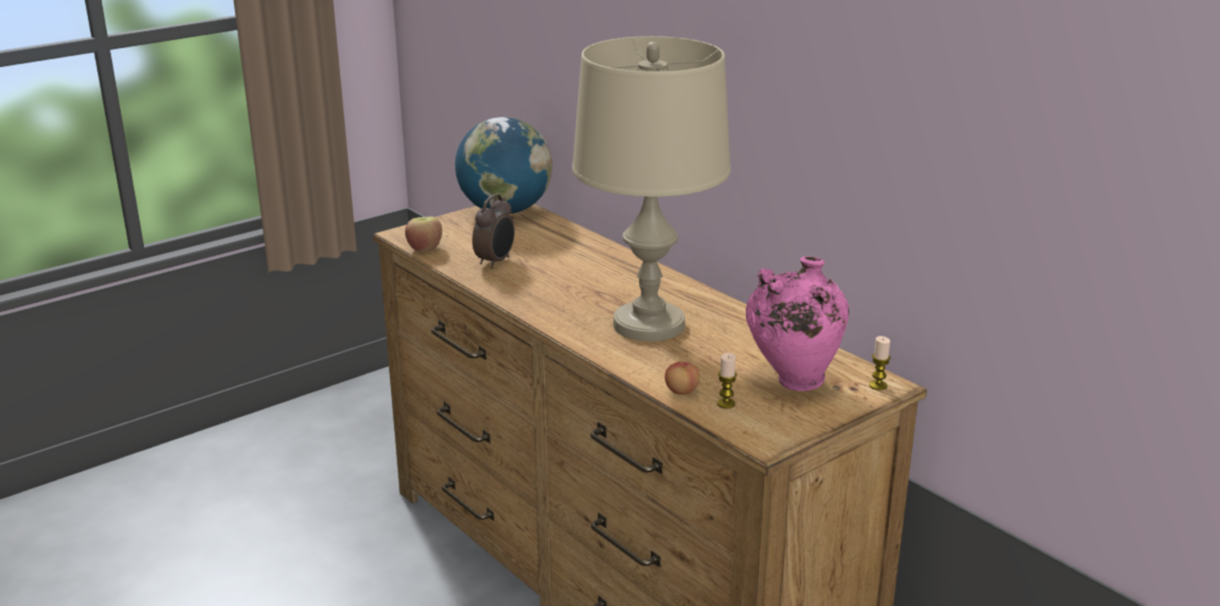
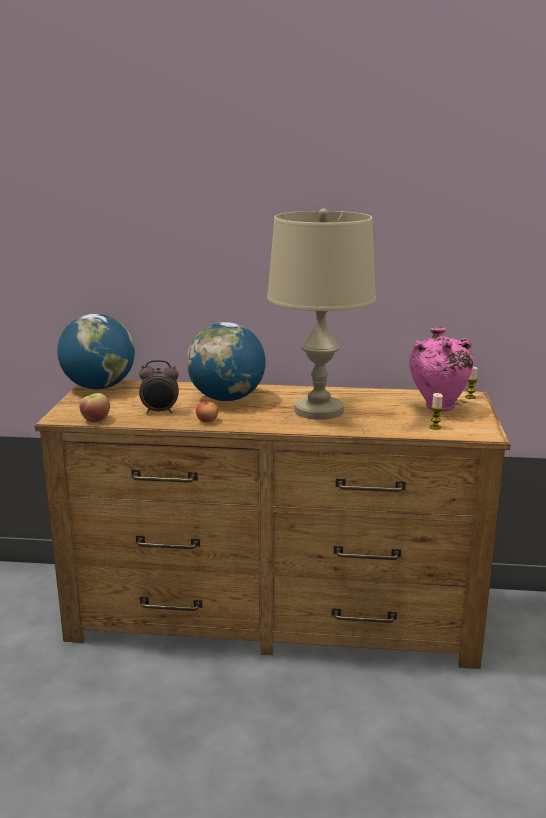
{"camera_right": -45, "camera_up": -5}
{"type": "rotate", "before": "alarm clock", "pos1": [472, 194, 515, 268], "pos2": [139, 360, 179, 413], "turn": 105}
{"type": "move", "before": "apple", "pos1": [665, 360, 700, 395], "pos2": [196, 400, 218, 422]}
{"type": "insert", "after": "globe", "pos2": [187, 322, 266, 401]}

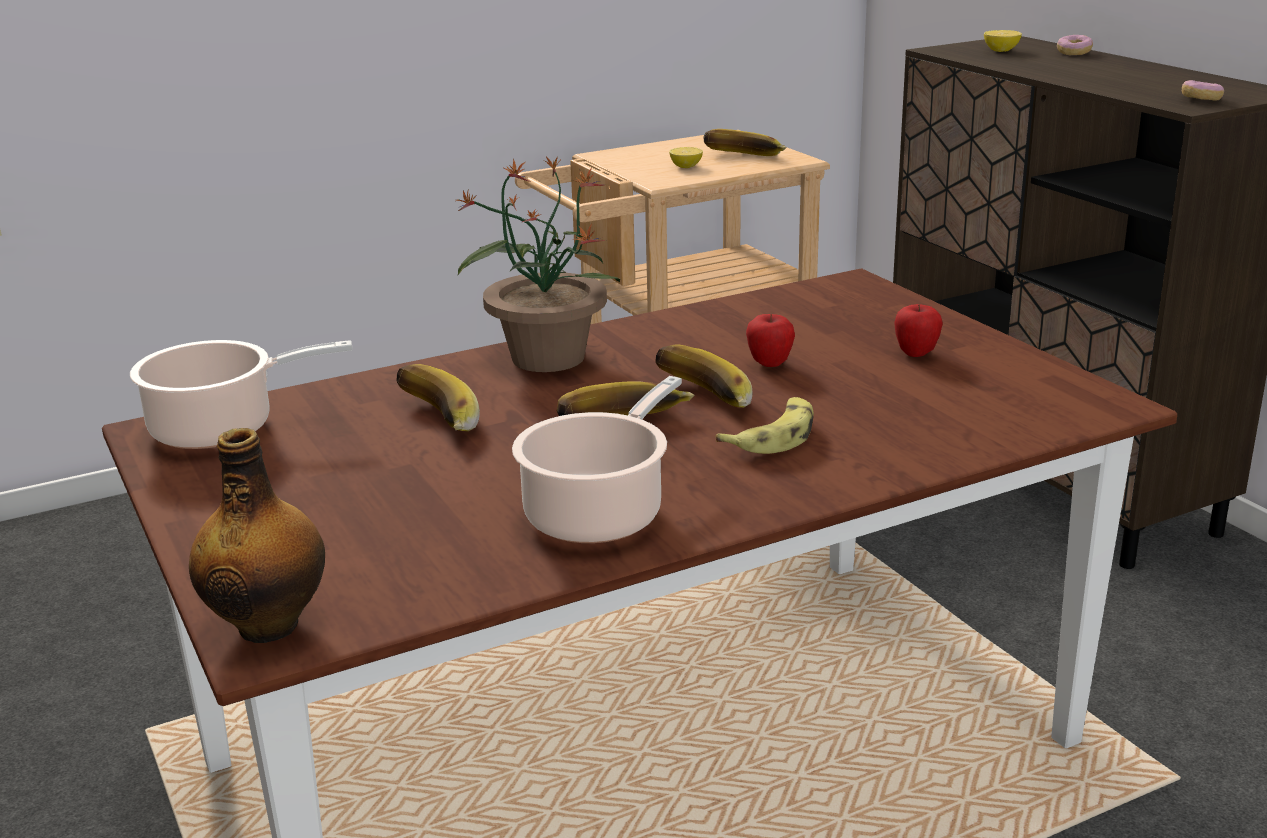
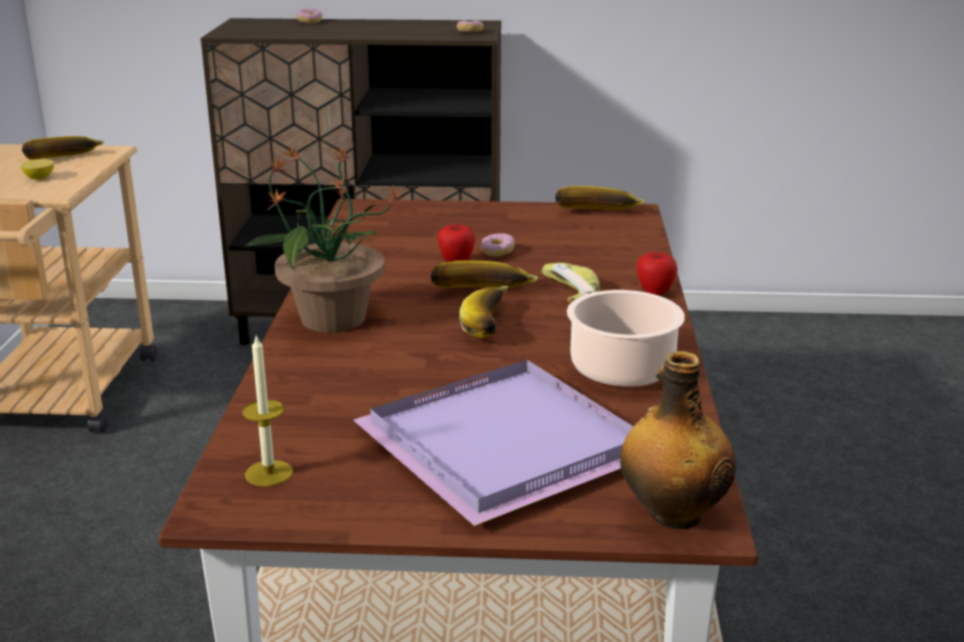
{"camera_right": -60, "camera_up": 0}
{"type": "replace", "before": "cooking pot", "after": "candle", "pos1": [130, 340, 353, 449], "pos2": [242, 334, 293, 487]}
{"type": "move", "before": "banana", "pos1": [396, 364, 480, 431], "pos2": [555, 186, 645, 210]}
{"type": "move", "before": "apple", "pos1": [894, 304, 943, 357], "pos2": [636, 252, 678, 296]}
{"type": "delete", "before": "lemon", "pos1": [984, 30, 1022, 52]}
{"type": "insert", "after": "tray (purple)", "pos2": [353, 360, 633, 526]}
{"type": "insert", "after": "donut", "pos2": [481, 233, 515, 257]}

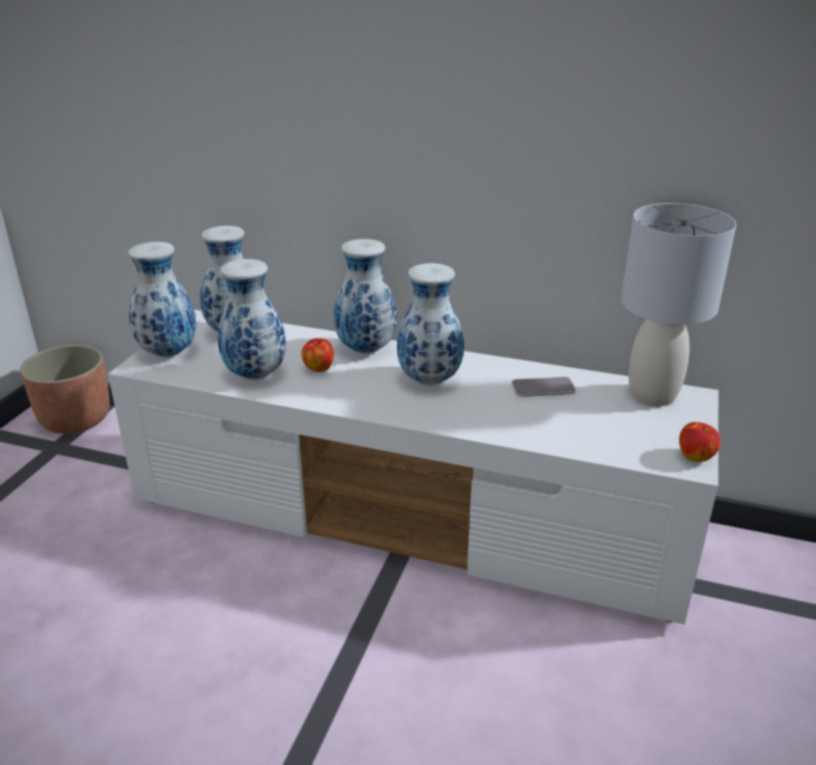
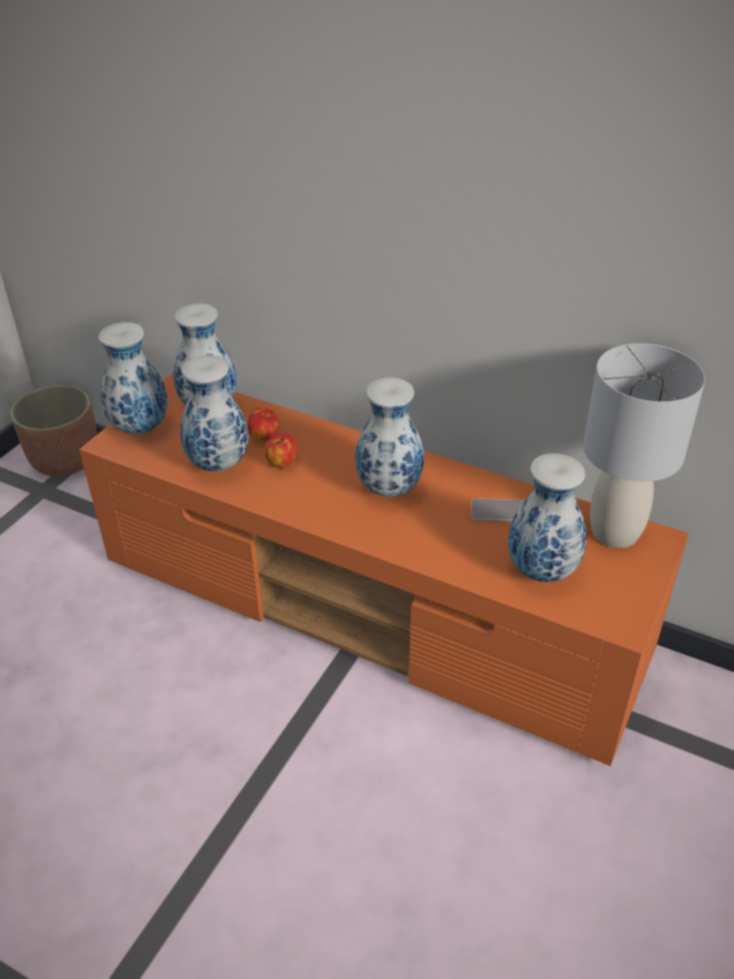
{"camera_right": 10, "camera_up": 10}
{"type": "recolor", "before": "tv stand (white)", "after": "tv stand (orange)", "pos1": [108, 310, 718, 624], "pos2": [79, 373, 689, 766]}
{"type": "move", "before": "vase", "pos1": [334, 239, 397, 354], "pos2": [508, 453, 587, 582]}
{"type": "move", "before": "apple", "pos1": [679, 422, 721, 462], "pos2": [247, 408, 279, 441]}

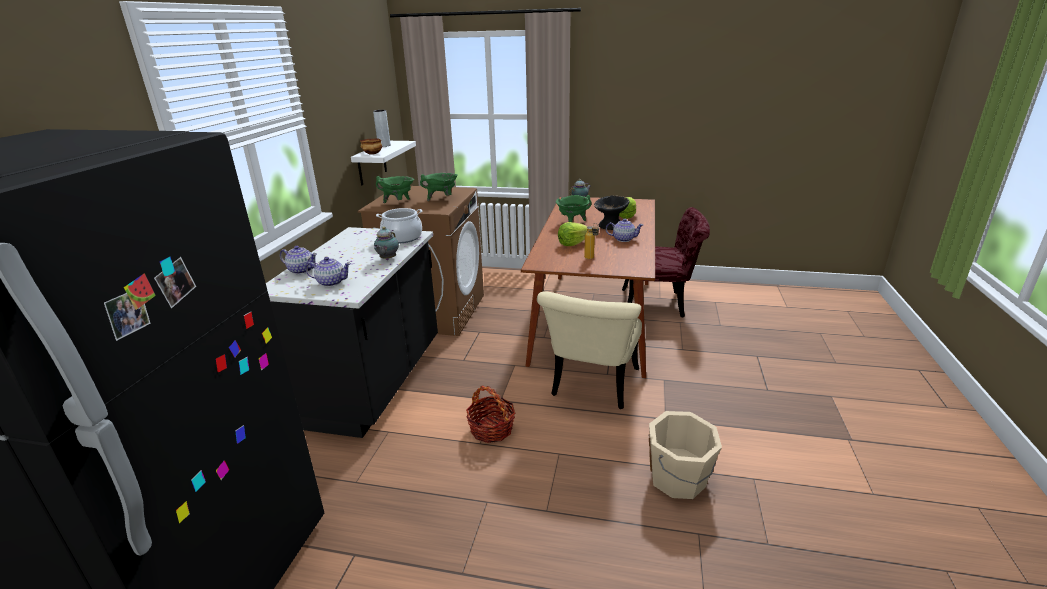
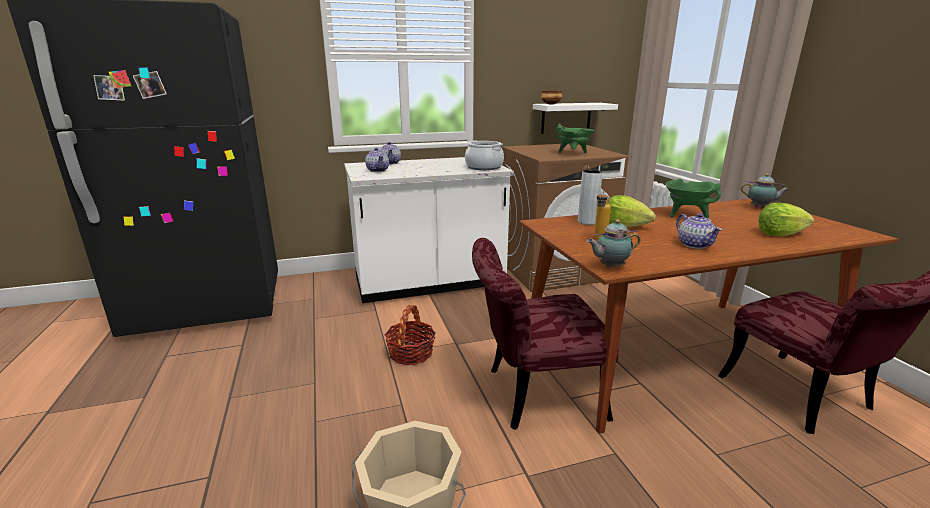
{"camera_right": 60, "camera_up": -5}
{"type": "recolor", "before": "counter (black)", "after": "counter (white)", "pos1": [266, 227, 438, 438], "pos2": [344, 157, 514, 303]}
{"type": "move", "before": "vase (grey)", "pos1": [373, 110, 391, 147], "pos2": [578, 169, 603, 225]}
{"type": "move", "before": "teapot", "pos1": [374, 227, 399, 260], "pos2": [587, 220, 641, 268]}
{"type": "delete", "before": "cooking pot (green)", "pos1": [376, 176, 414, 203]}
{"type": "recolor", "before": "chair (beige)", "after": "chair (red)", "pos1": [537, 291, 642, 409], "pos2": [472, 238, 619, 430]}
{"type": "delete", "before": "bowl (black)", "pos1": [594, 195, 630, 230]}

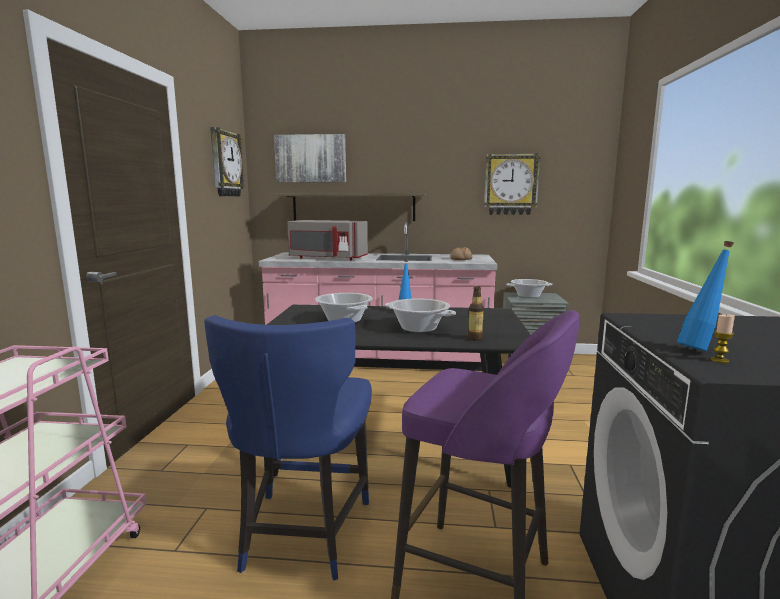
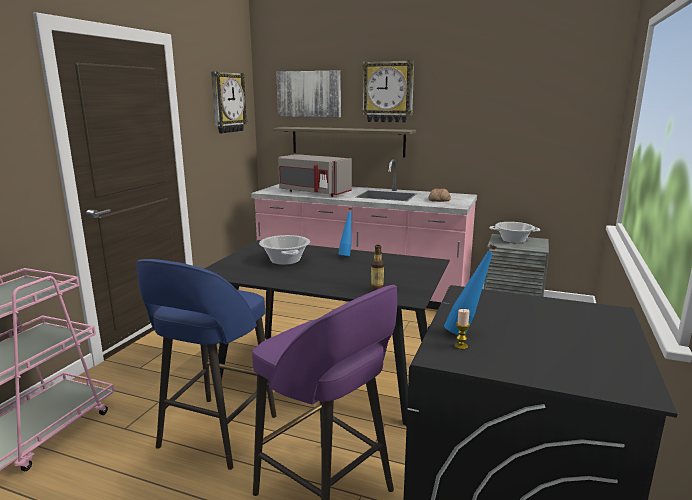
{"camera_right": 15, "camera_up": 5}
{"type": "replace", "before": "chair (blue)", "after": "stool (blue)", "pos1": [204, 315, 372, 580], "pos2": [136, 259, 277, 470]}
{"type": "delete", "before": "cooking pot", "pos1": [385, 298, 456, 333]}
{"type": "move", "before": "wall clock", "pos1": [484, 153, 541, 215], "pos2": [362, 60, 414, 123]}

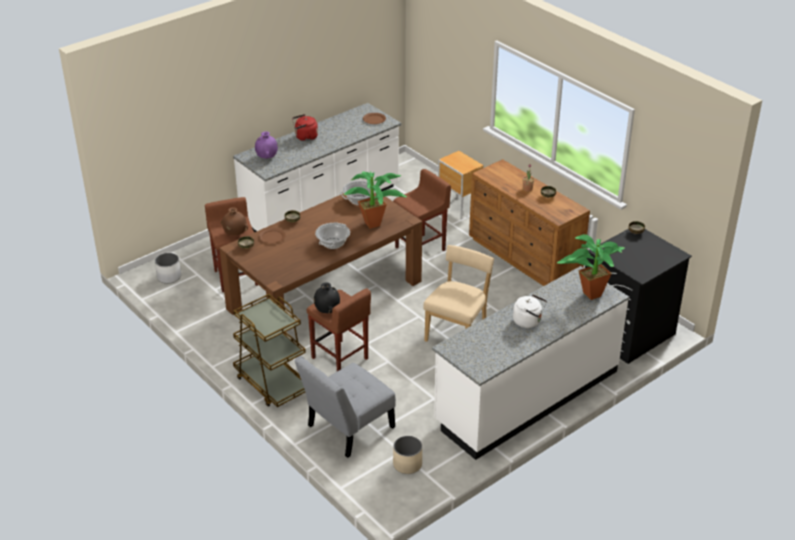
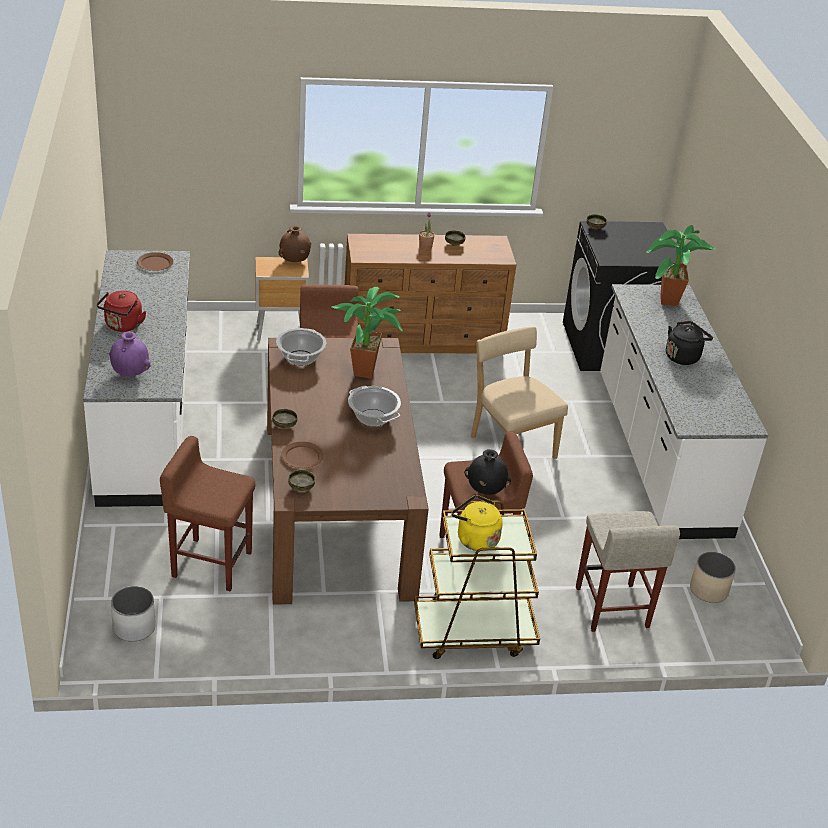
{"camera_right": -60, "camera_up": 0}
{"type": "move", "before": "vase (brown)", "pos1": [221, 207, 248, 236], "pos2": [279, 226, 311, 262]}
{"type": "replace", "before": "chair (grey)", "after": "stool (beige)", "pos1": [294, 356, 396, 458], "pos2": [576, 511, 680, 632]}
{"type": "recolor", "before": "kettle (white)", "after": "kettle (black)", "pos1": [513, 294, 547, 328], "pos2": [666, 321, 713, 365]}
{"type": "insert", "after": "kettle (yellow)", "pos2": [452, 495, 503, 551]}

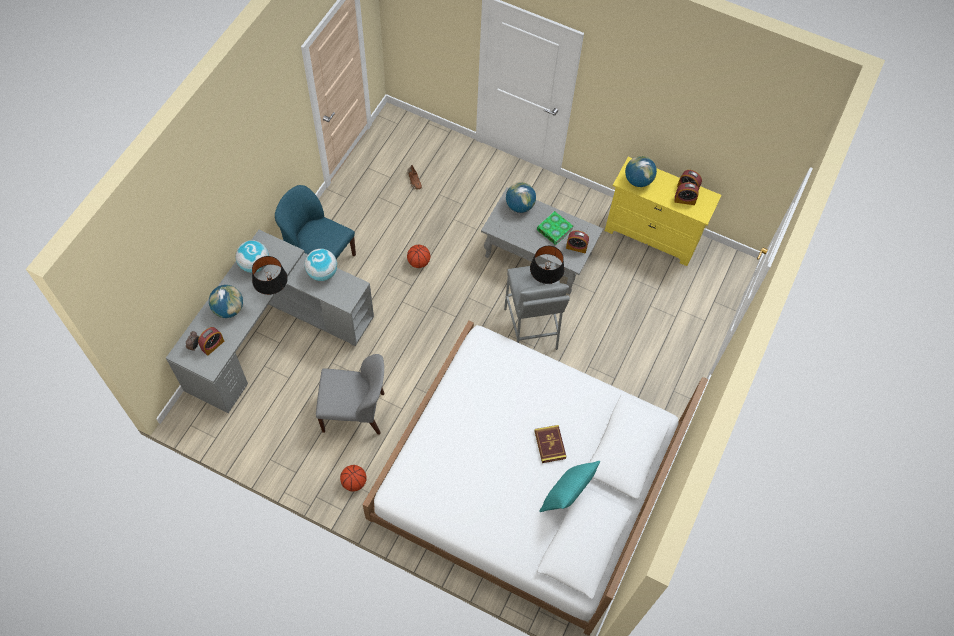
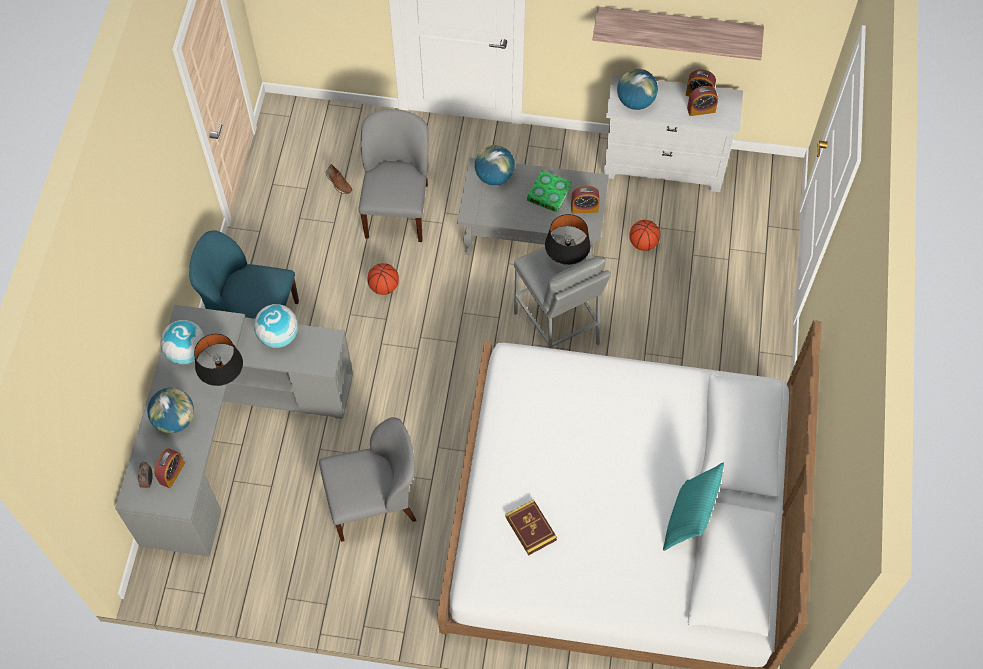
{"camera_right": -15, "camera_up": 0}
{"type": "move", "before": "basketball", "pos1": [340, 465, 367, 491], "pos2": [629, 220, 660, 251]}
{"type": "move", "before": "book", "pos1": [534, 425, 567, 463], "pos2": [505, 499, 557, 555]}
{"type": "recolor", "before": "dresser (yellow)", "after": "dresser (white)", "pos1": [605, 157, 722, 266], "pos2": [603, 75, 743, 192]}
{"type": "insert", "after": "chair (grey)", "pos2": [358, 109, 429, 242]}
{"type": "insert", "after": "shelf", "pos2": [593, 6, 764, 60]}

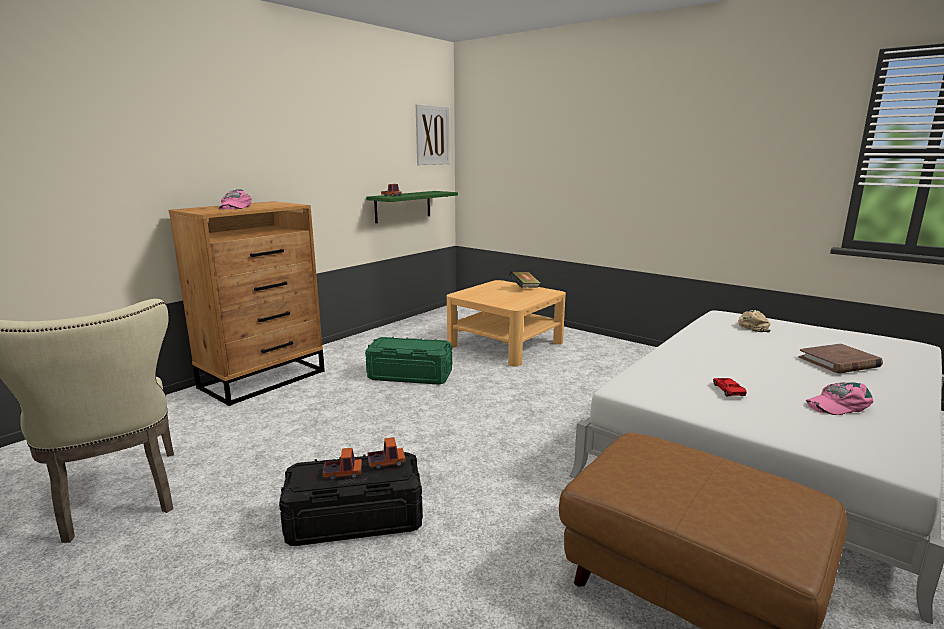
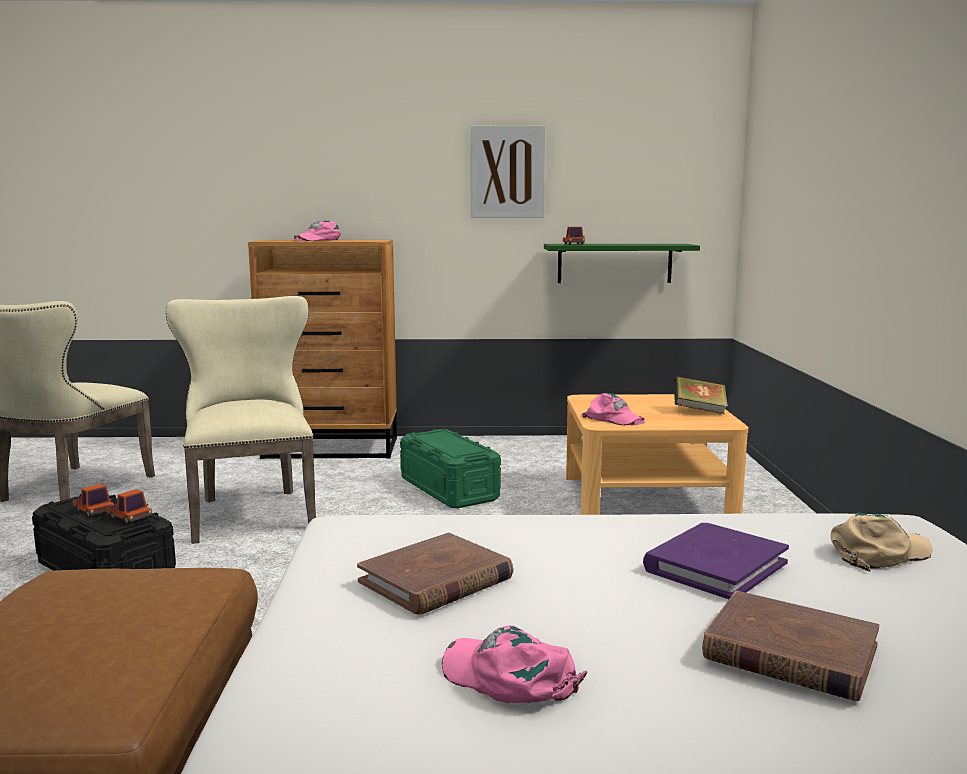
{"camera_right": 50, "camera_up": -5}
{"type": "move", "before": "picture", "pos1": [416, 104, 450, 165], "pos2": [470, 126, 545, 218]}
{"type": "replace", "before": "toy car (red)", "after": "book (brown)", "pos1": [713, 378, 747, 396], "pos2": [357, 533, 513, 615]}
{"type": "insert", "after": "chair (beige)", "pos2": [166, 296, 316, 544]}
{"type": "insert", "after": "cap (pink)", "pos2": [582, 393, 645, 426]}
{"type": "insert", "after": "book (purple)", "pos2": [643, 523, 789, 599]}

